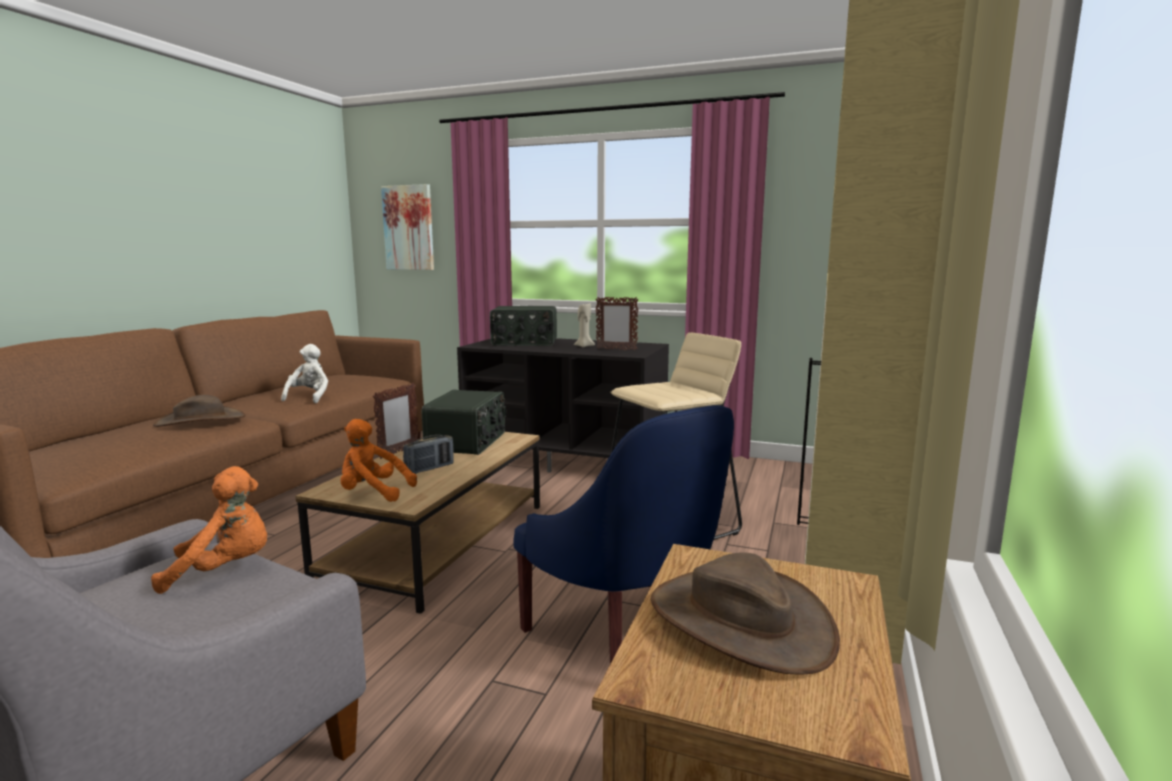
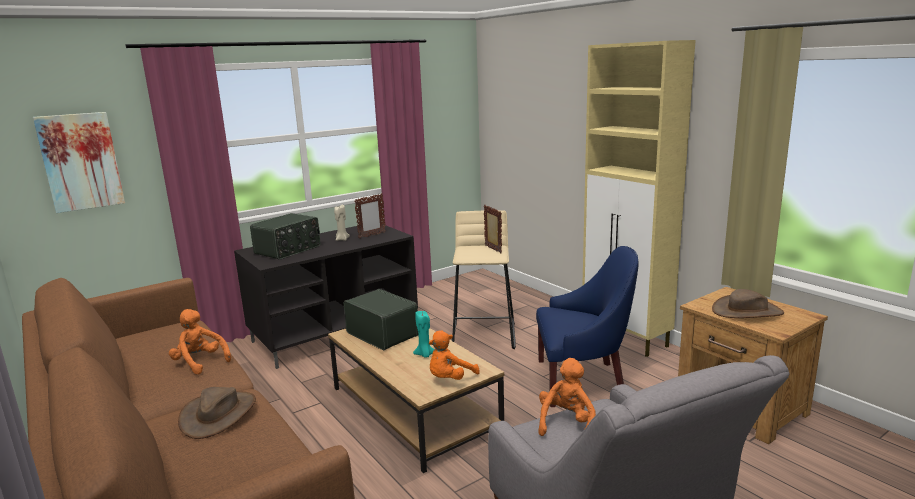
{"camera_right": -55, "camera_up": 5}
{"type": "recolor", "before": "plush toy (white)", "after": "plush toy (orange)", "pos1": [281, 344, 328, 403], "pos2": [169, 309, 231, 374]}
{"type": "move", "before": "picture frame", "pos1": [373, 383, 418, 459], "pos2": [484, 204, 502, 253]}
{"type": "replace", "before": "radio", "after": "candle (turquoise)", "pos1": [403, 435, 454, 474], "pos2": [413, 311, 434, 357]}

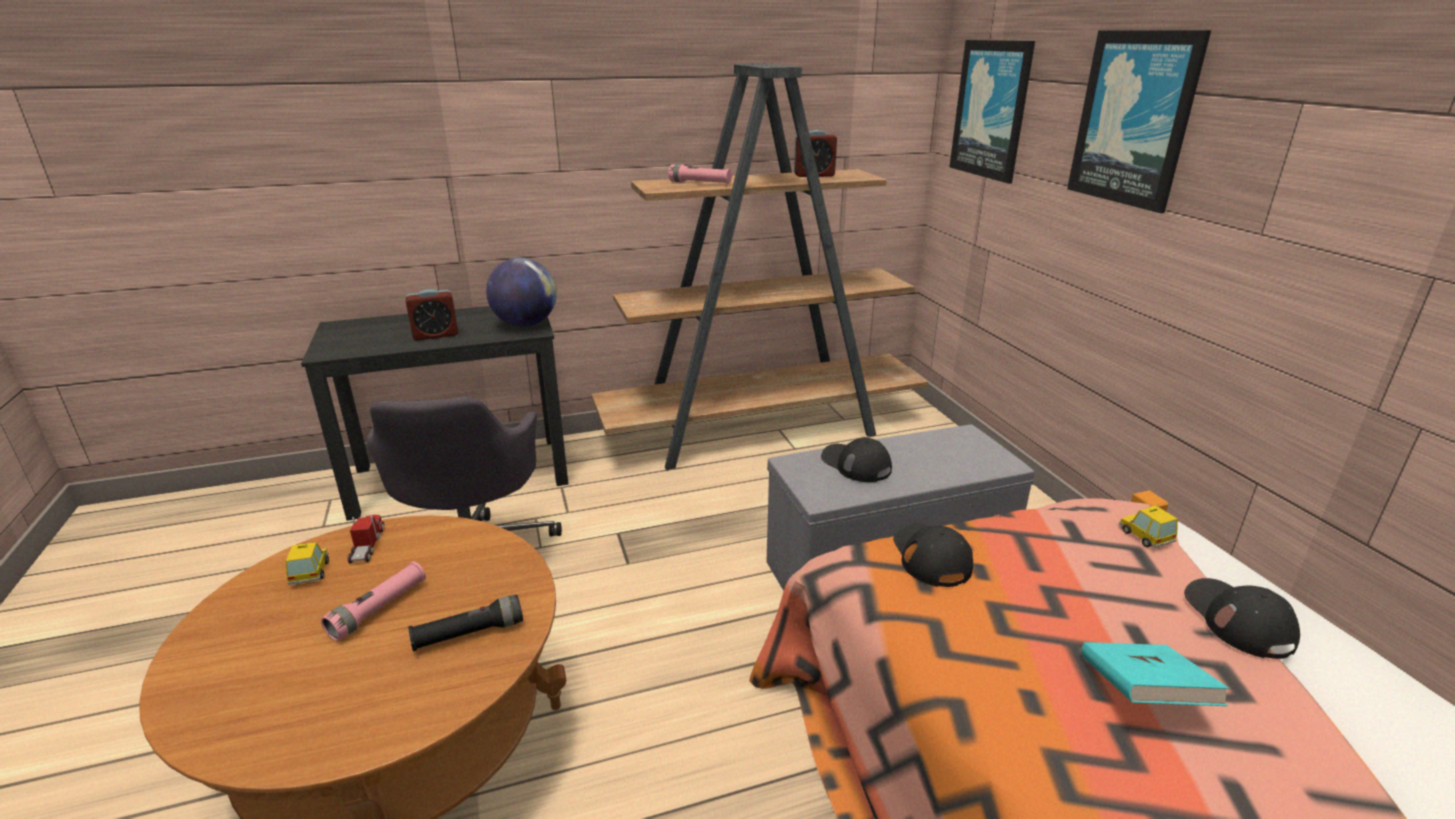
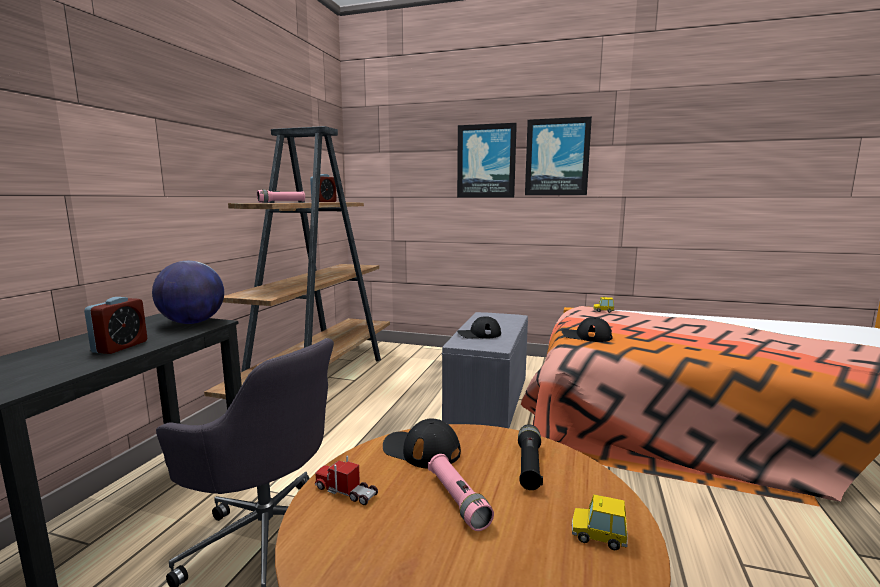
{"camera_right": -55, "camera_up": -15}
{"type": "move", "before": "toy car", "pos1": [286, 542, 329, 586], "pos2": [572, 494, 628, 550]}
{"type": "move", "before": "picture", "pos1": [950, 40, 1035, 184], "pos2": [525, 117, 592, 195]}
{"type": "delete", "before": "book (turquoise)", "pos1": [1081, 642, 1229, 706]}
{"type": "move", "before": "cap (black)", "pos1": [1184, 578, 1300, 659], "pos2": [383, 418, 461, 469]}

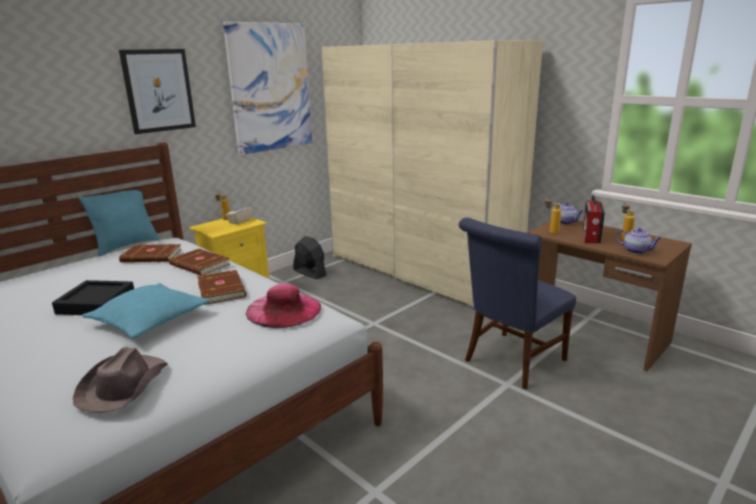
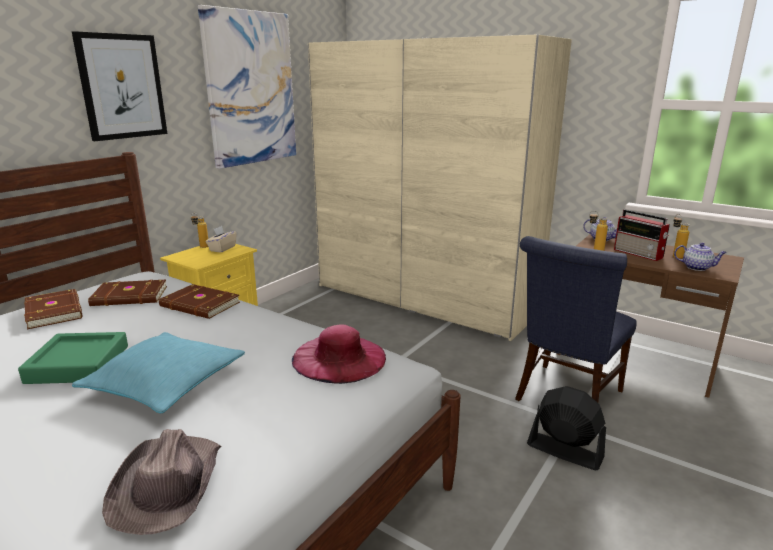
{"camera_right": -10, "camera_up": 0}
{"type": "recolor", "before": "tray (black)", "after": "tray (green)", "pos1": [52, 280, 134, 315], "pos2": [18, 332, 128, 384]}
{"type": "delete", "before": "pillow (turquoise)", "pos1": [79, 185, 159, 256]}
{"type": "move", "before": "book (brown)", "pos1": [197, 270, 246, 305], "pos2": [24, 289, 82, 329]}
{"type": "move", "before": "fan (black)", "pos1": [293, 236, 327, 279], "pos2": [527, 386, 606, 470]}
{"type": "rotate", "before": "radio", "pos1": [583, 195, 605, 244], "pos2": [614, 210, 670, 261], "turn": -45}

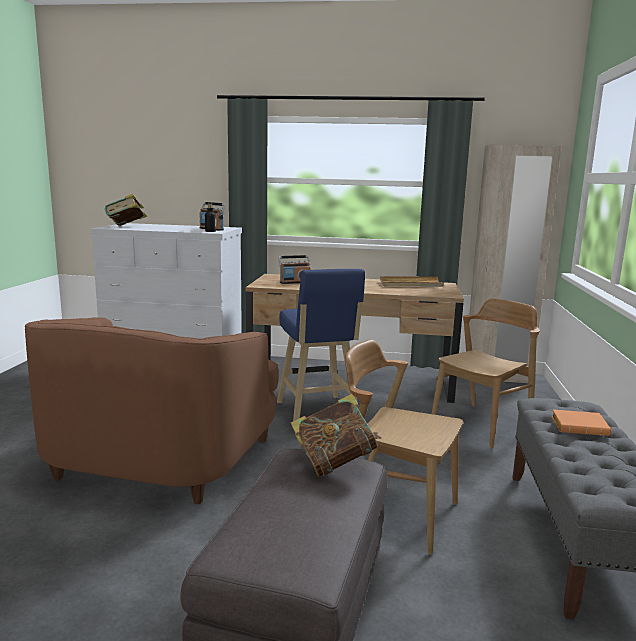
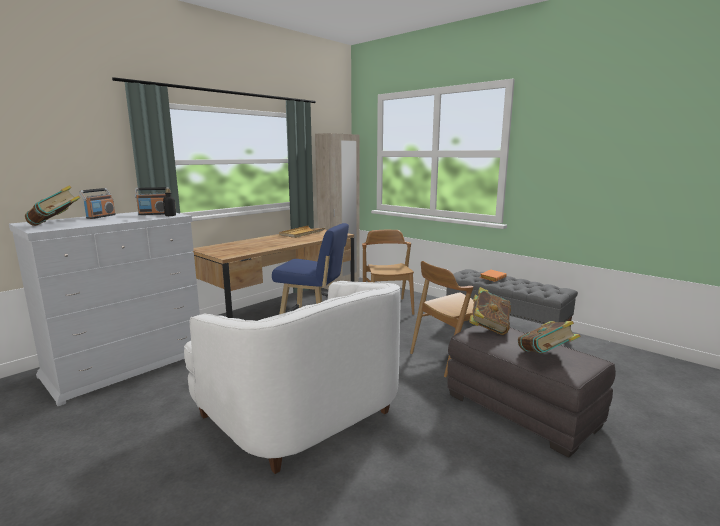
{"camera_right": -55, "camera_up": 0}
{"type": "recolor", "before": "armchair (brown)", "after": "armchair (white)", "pos1": [25, 317, 279, 504], "pos2": [184, 281, 400, 474]}
{"type": "move", "before": "radio", "pos1": [278, 255, 310, 284], "pos2": [79, 188, 116, 219]}
{"type": "insert", "after": "book", "pos2": [518, 321, 581, 353]}

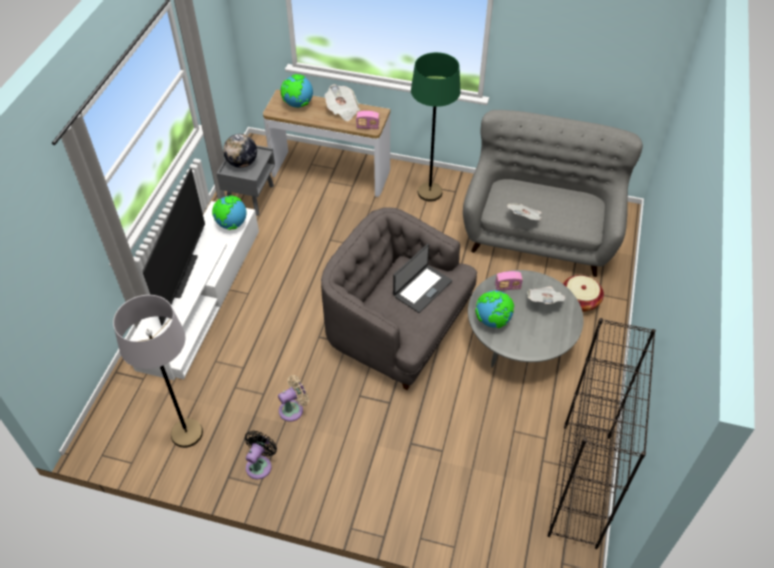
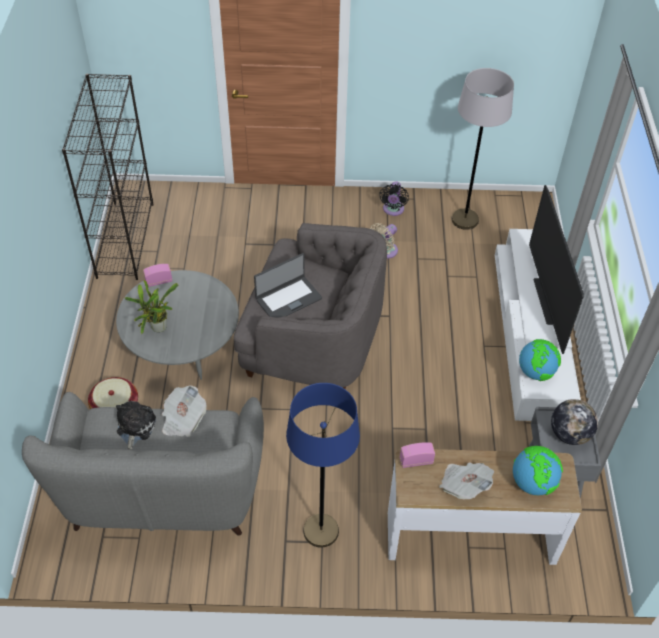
{"camera_right": 165, "camera_up": 0}
{"type": "rotate", "before": "laptop", "pos1": [393, 244, 452, 313], "pos2": [254, 253, 322, 318], "turn": -150}
{"type": "recolor", "before": "floor lamp (green)", "after": "floor lamp (blue)", "pos1": [411, 52, 461, 201], "pos2": [286, 383, 360, 548]}
{"type": "delete", "before": "globe", "pos1": [475, 290, 514, 328]}
{"type": "move", "before": "radio", "pos1": [495, 271, 523, 291], "pos2": [143, 264, 172, 287]}
{"type": "replace", "before": "newspaper", "after": "potted plant", "pos1": [527, 286, 566, 304], "pos2": [124, 280, 178, 334]}
{"type": "insert", "after": "plush toy", "pos2": [116, 401, 156, 450]}

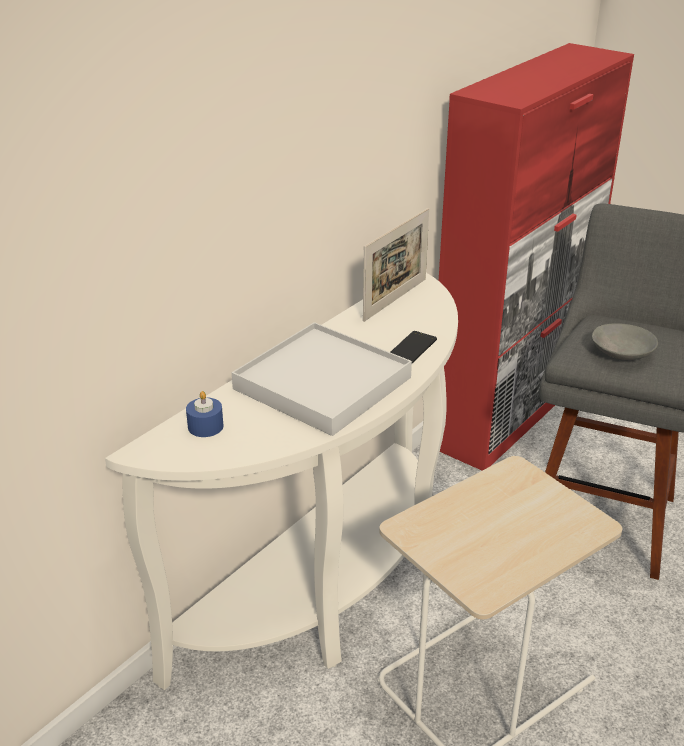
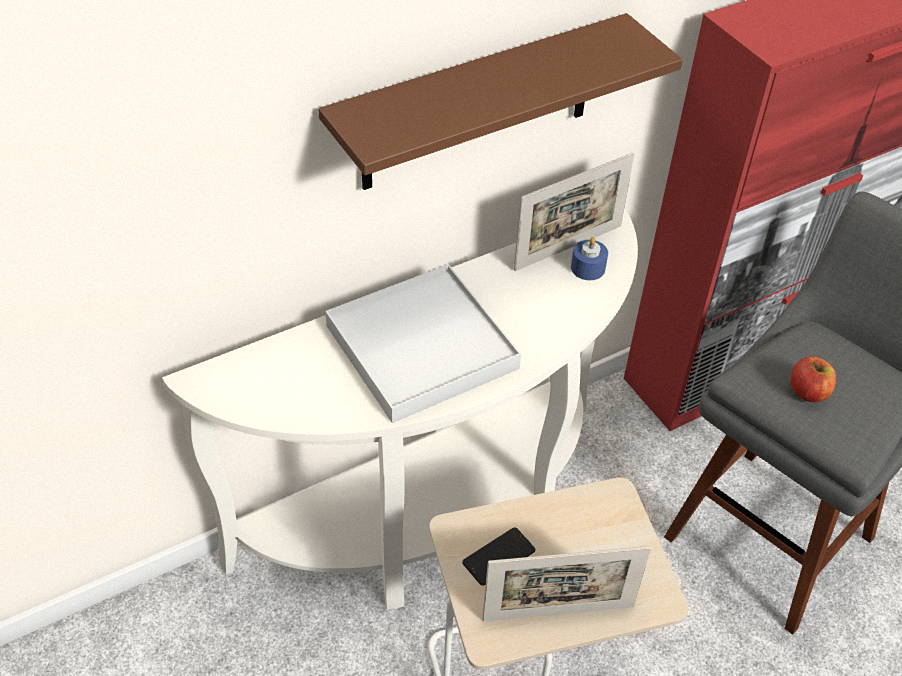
{"camera_right": 20, "camera_up": 15}
{"type": "move", "before": "candle (blue)", "pos1": [186, 391, 223, 437], "pos2": [571, 237, 608, 280]}
{"type": "move", "before": "phone", "pos1": [390, 331, 437, 363], "pos2": [462, 527, 535, 586]}
{"type": "replace", "before": "bowl (grey)", "after": "apple", "pos1": [592, 323, 658, 360], "pos2": [791, 356, 836, 402]}
{"type": "insert", "after": "shelf (brown)", "pos2": [318, 13, 683, 190]}
{"type": "insert", "after": "picture frame", "pos2": [482, 546, 651, 622]}

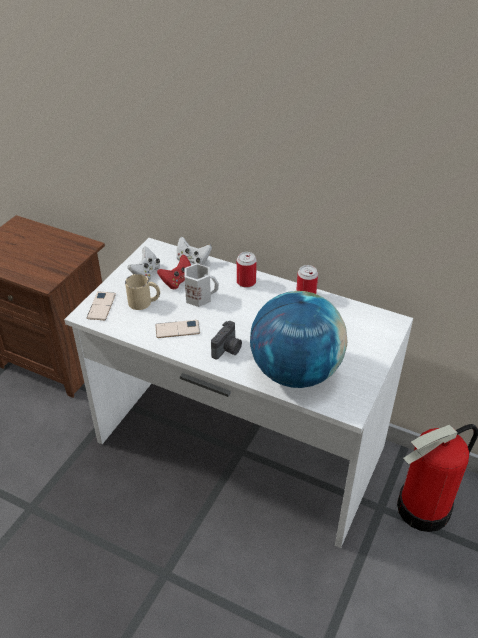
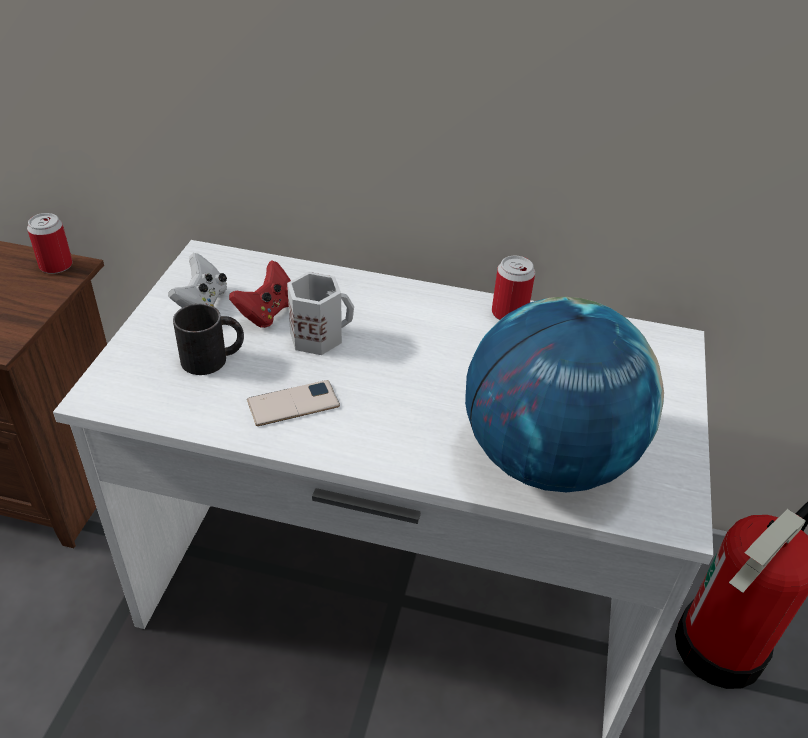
{"camera_right": -15, "camera_up": 0}
{"type": "delete", "before": "phone", "pos1": [87, 291, 116, 320]}
{"type": "recolor", "before": "mug (beige)", "after": "mug (black)", "pos1": [125, 274, 160, 310], "pos2": [173, 304, 244, 375]}
{"type": "delete", "before": "game controller (white)", "pos1": [177, 237, 212, 265]}
{"type": "delete", "before": "photo camera", "pos1": [211, 321, 242, 359]}
{"type": "move", "before": "can", "pos1": [237, 252, 257, 288], "pos2": [27, 213, 73, 274]}

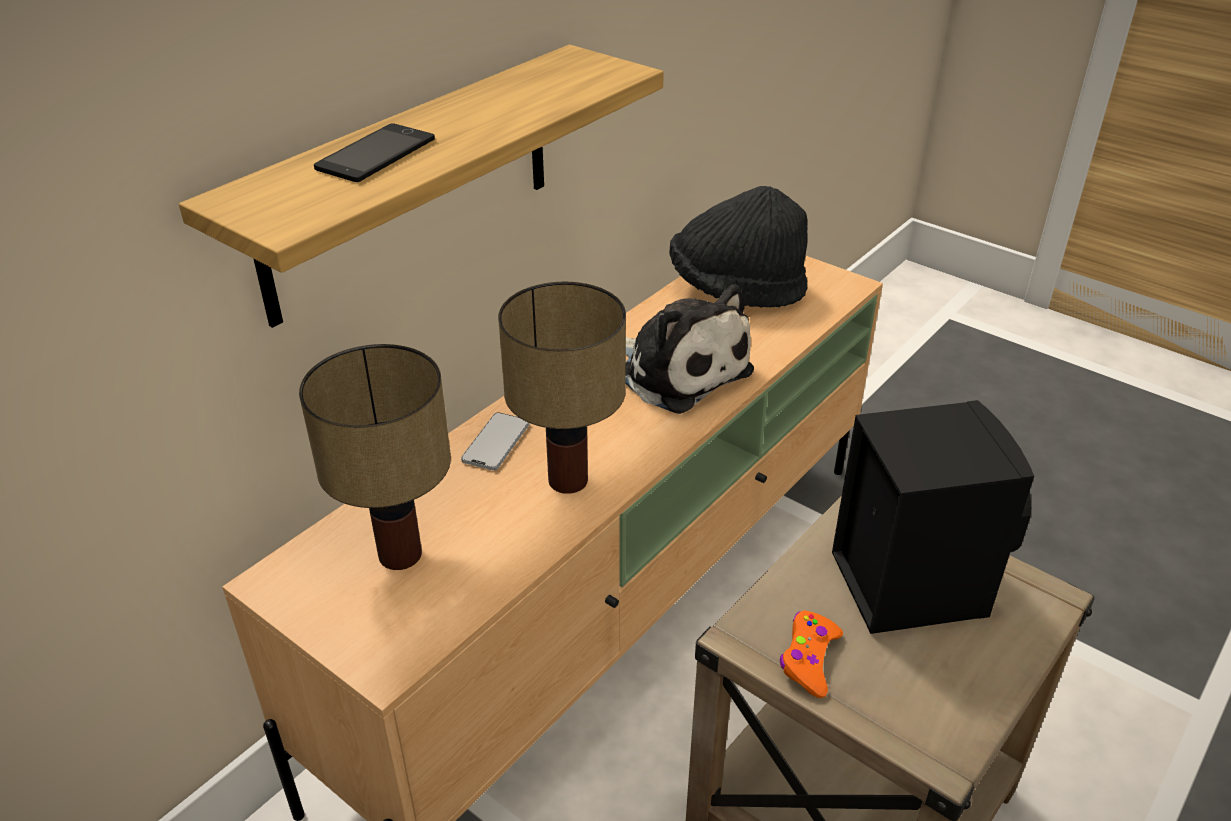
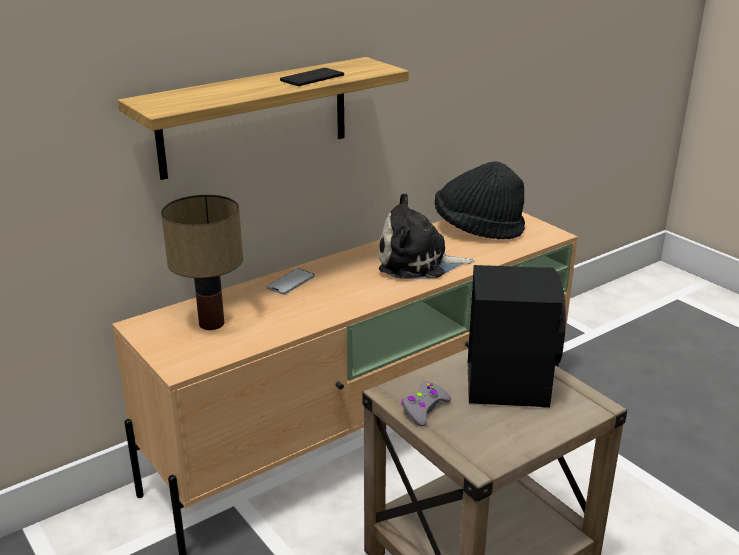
{"camera_right": 15, "camera_up": -10}
{"type": "move", "before": "phone", "pos1": [314, 123, 435, 182], "pos2": [280, 68, 344, 86]}
{"type": "delete", "before": "table lamp", "pos1": [498, 282, 626, 494]}
{"type": "rotate", "before": "plush toy", "pos1": [625, 284, 754, 414], "pos2": [379, 193, 475, 278], "turn": 120}
{"type": "recolor", "before": "game controller (orange)", "after": "game controller (grey)", "pos1": [780, 611, 843, 698], "pos2": [401, 381, 451, 427]}

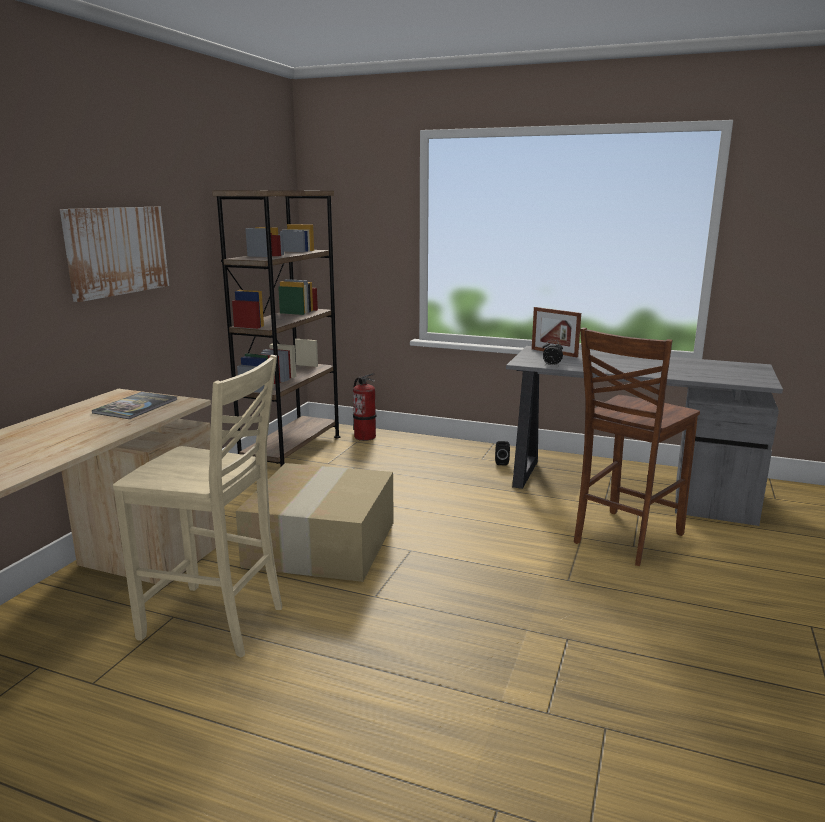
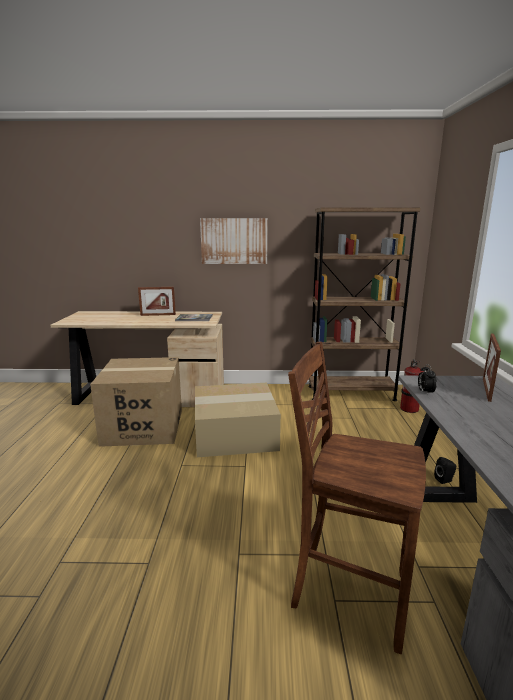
{"camera_right": 70, "camera_up": 0}
{"type": "replace", "before": "chair (beige)", "after": "cardboard box", "pos1": [113, 355, 282, 658], "pos2": [90, 357, 182, 447]}
{"type": "insert", "after": "picture frame", "pos2": [138, 287, 176, 316]}

